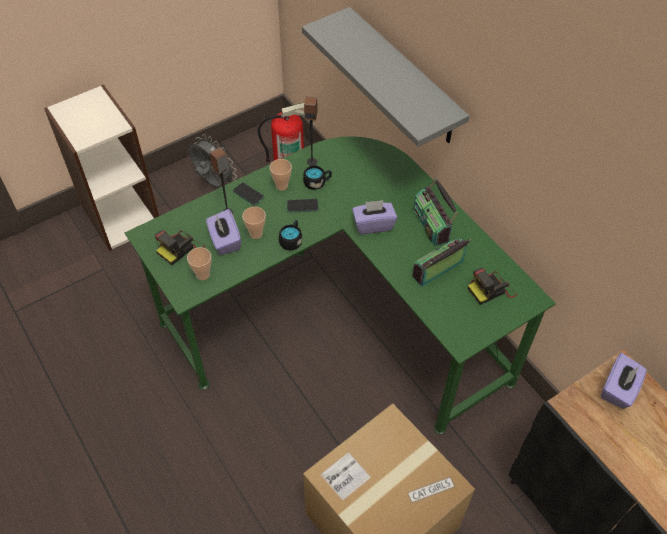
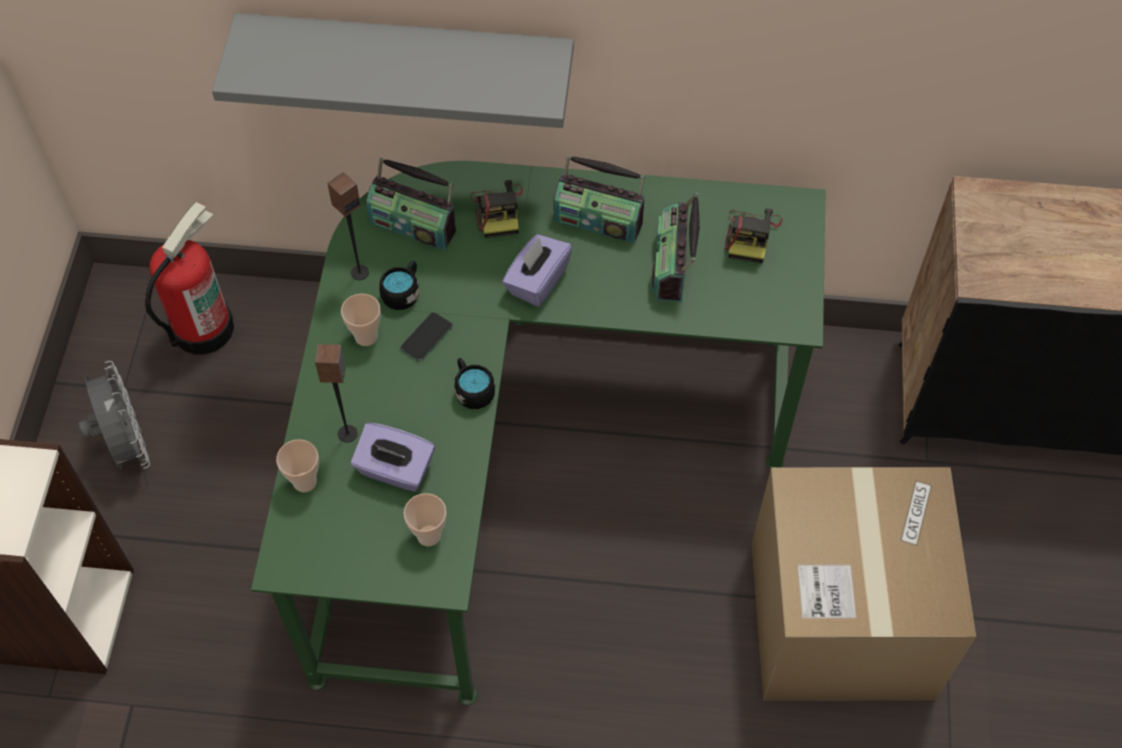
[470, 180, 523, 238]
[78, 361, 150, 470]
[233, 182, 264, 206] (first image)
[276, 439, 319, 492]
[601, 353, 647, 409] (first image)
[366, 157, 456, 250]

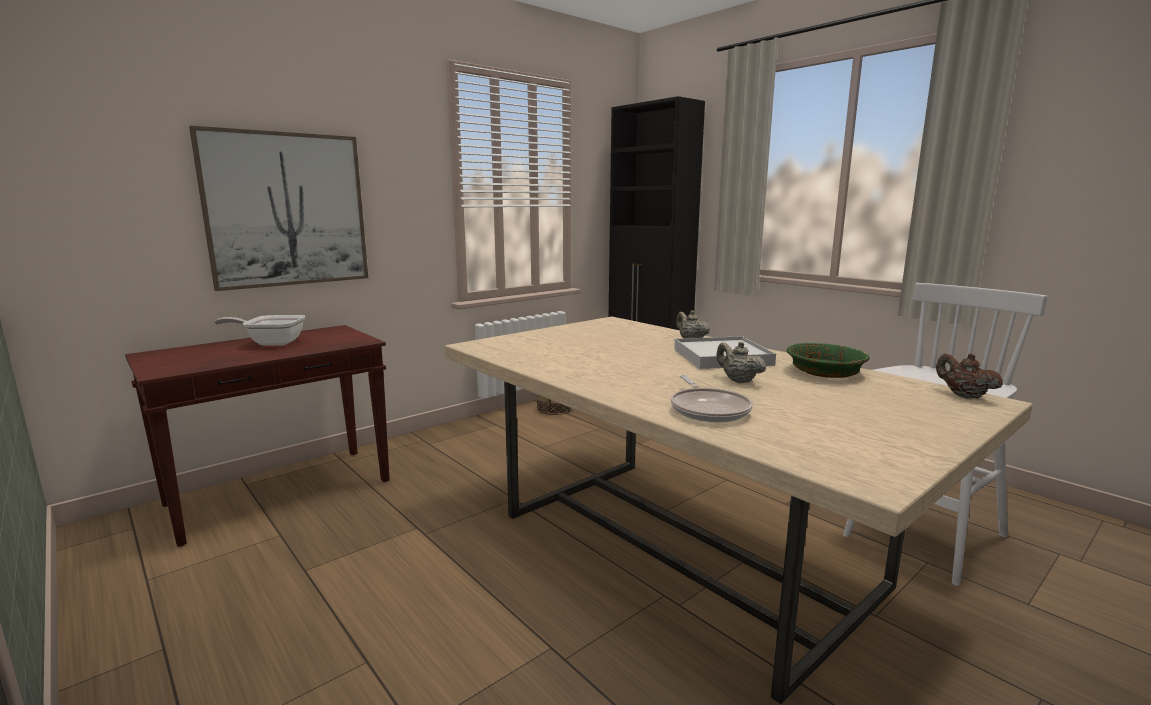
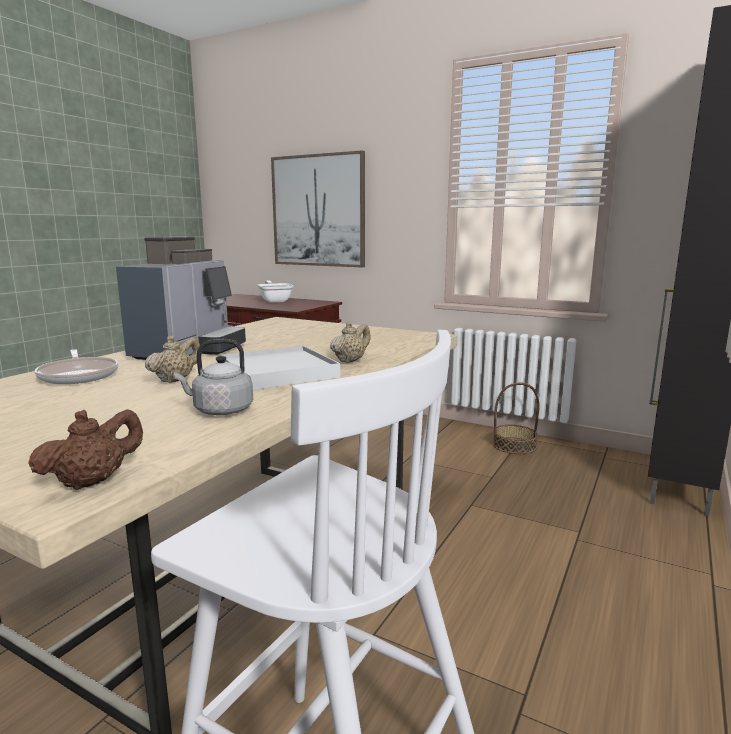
[34, 349, 118, 384]
[174, 339, 253, 415]
[116, 237, 246, 360]

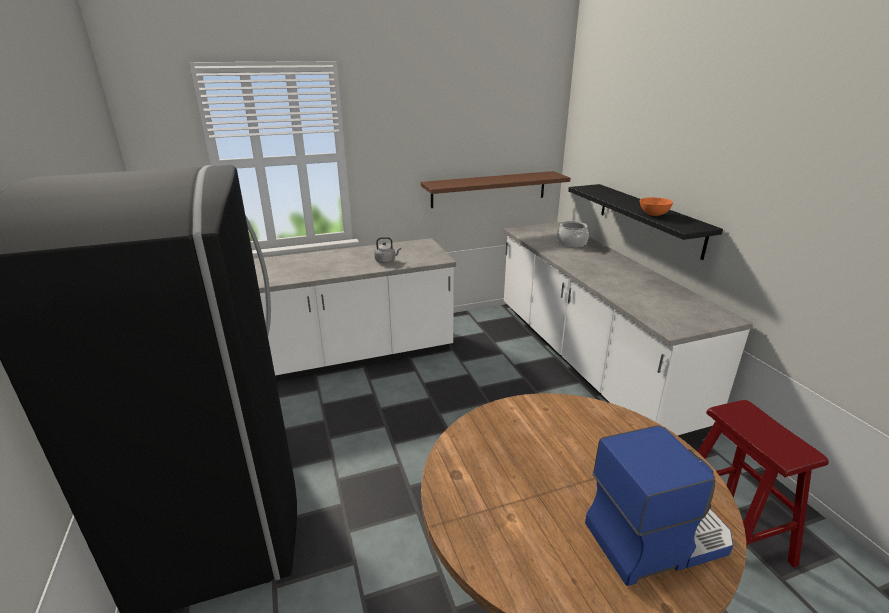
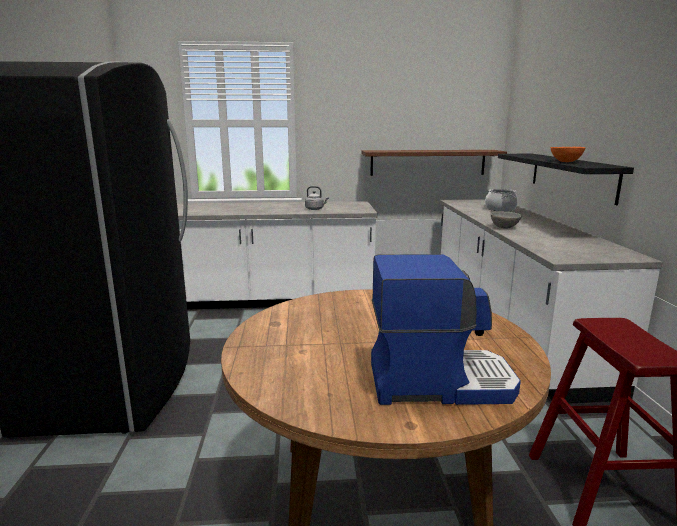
[490, 211, 522, 229]

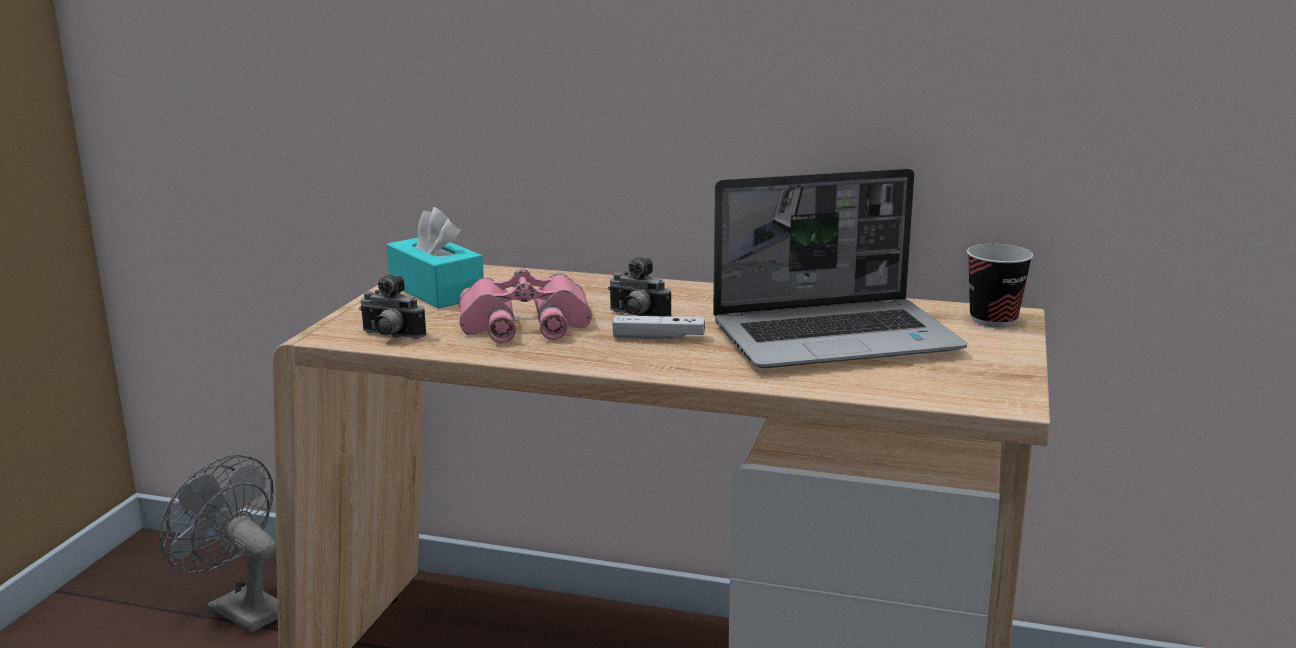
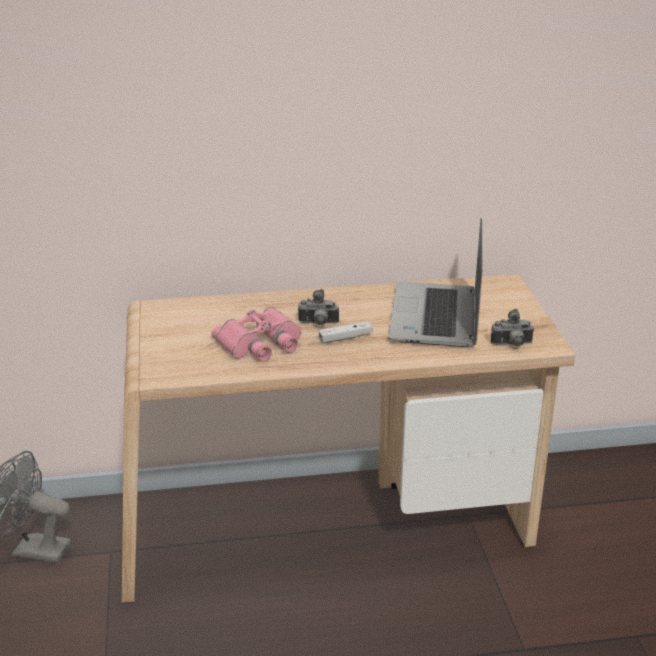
[491, 309, 534, 346]
[387, 207, 484, 308] (first image)
[389, 218, 483, 347]
[967, 244, 1033, 327] (first image)

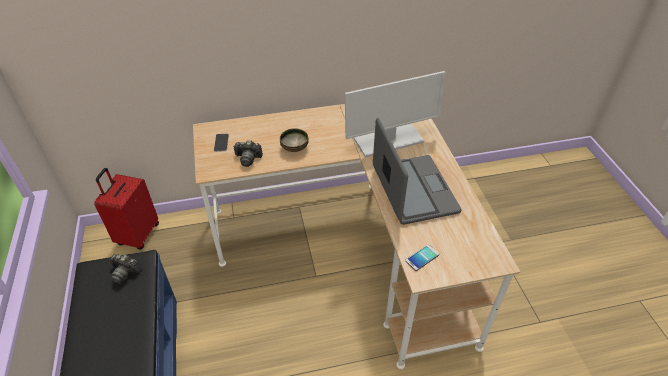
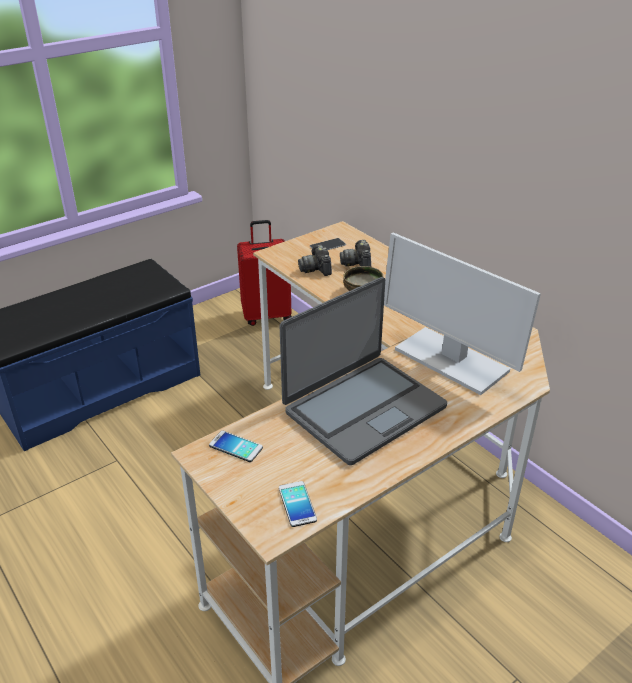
[340, 240, 371, 267]
[279, 481, 317, 527]

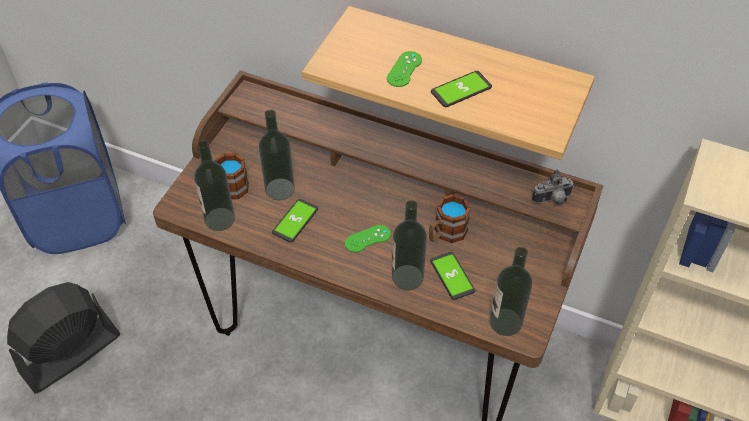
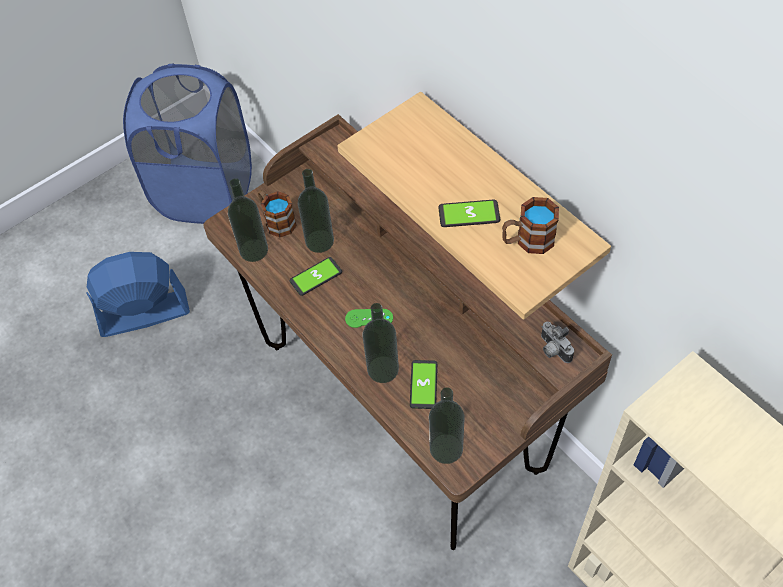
[86, 252, 190, 337]
[387, 51, 422, 87] (first image)
[502, 197, 559, 254]
[541, 322, 574, 363]

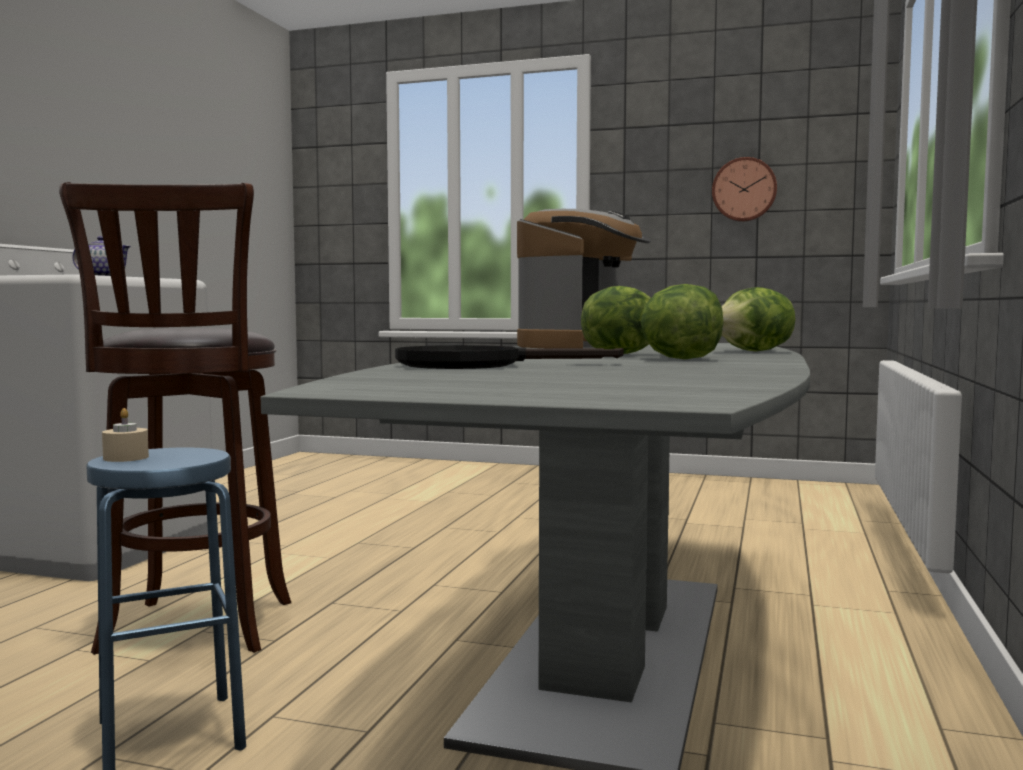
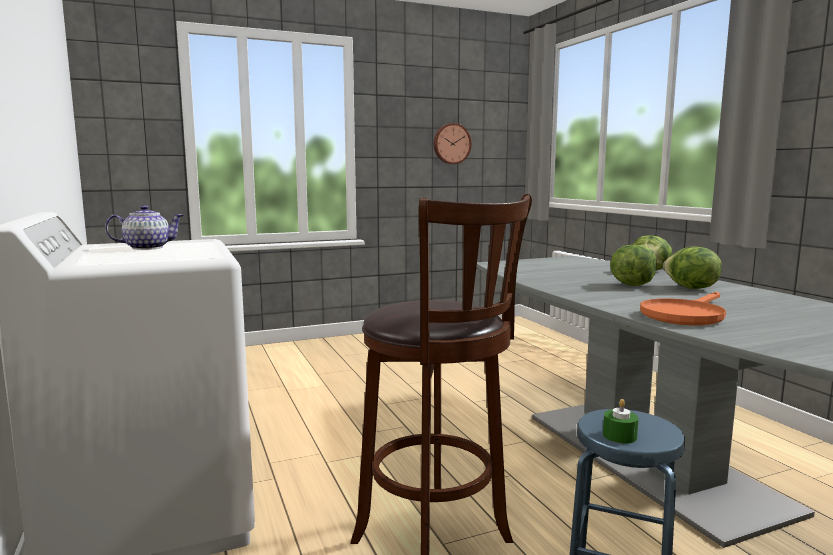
[603, 399, 639, 444]
[640, 292, 726, 325]
[517, 209, 651, 348] (first image)

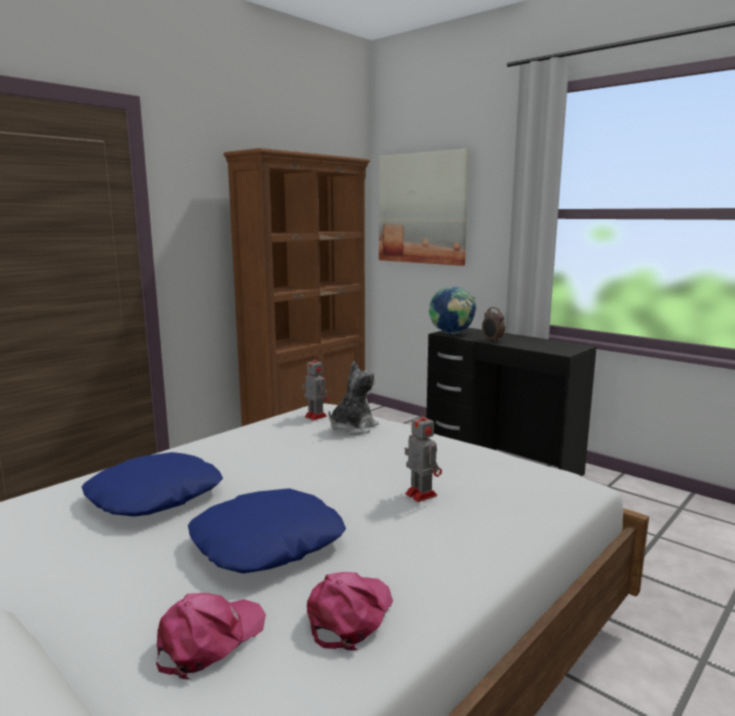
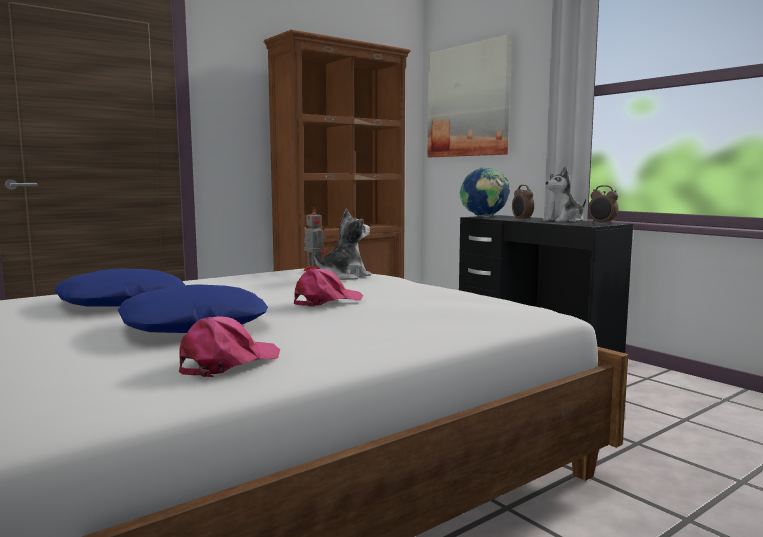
[294, 268, 363, 307]
[405, 409, 442, 502] (first image)
[543, 167, 586, 222]
[588, 185, 618, 225]

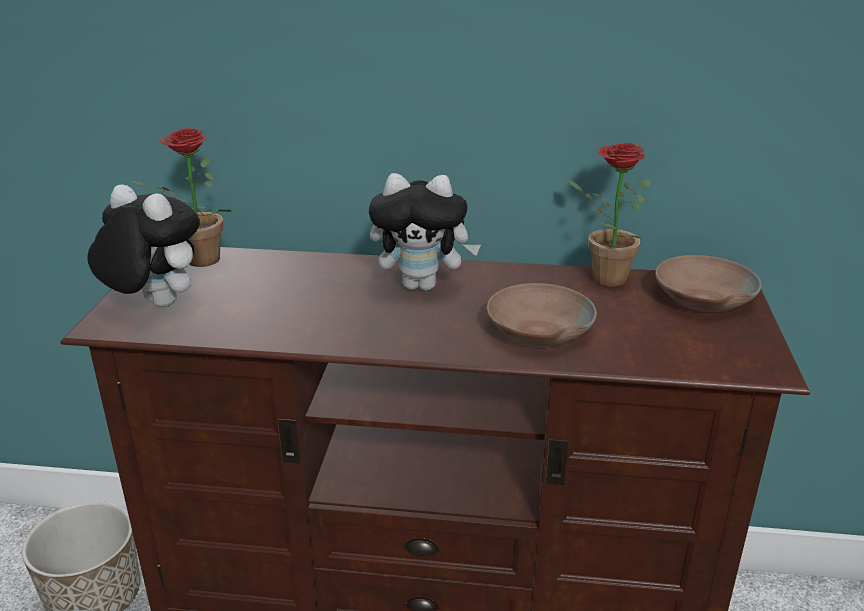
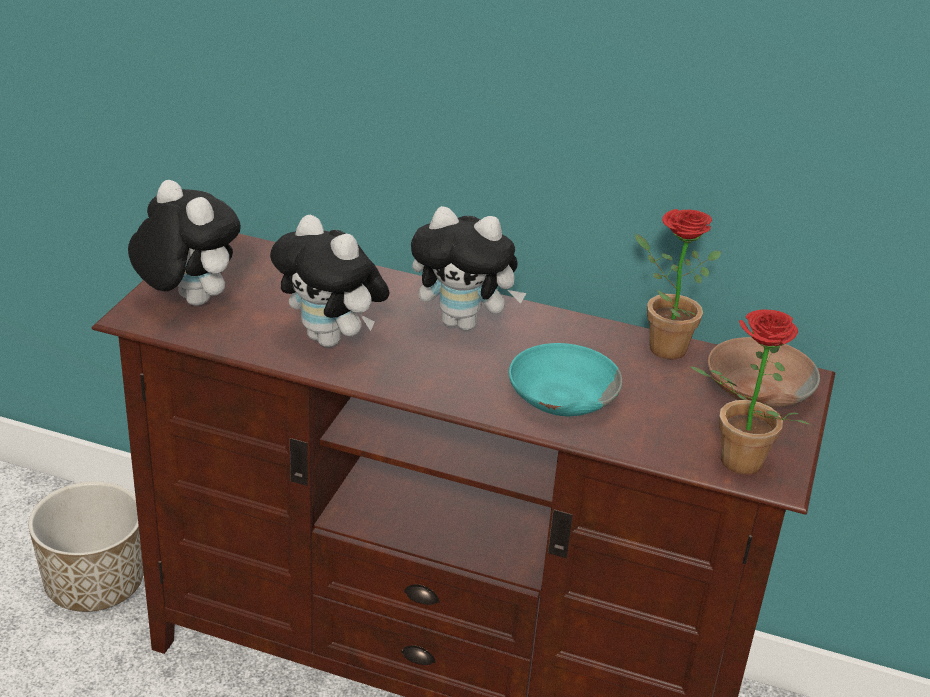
[690, 309, 813, 475]
[509, 343, 623, 416]
[270, 215, 389, 347]

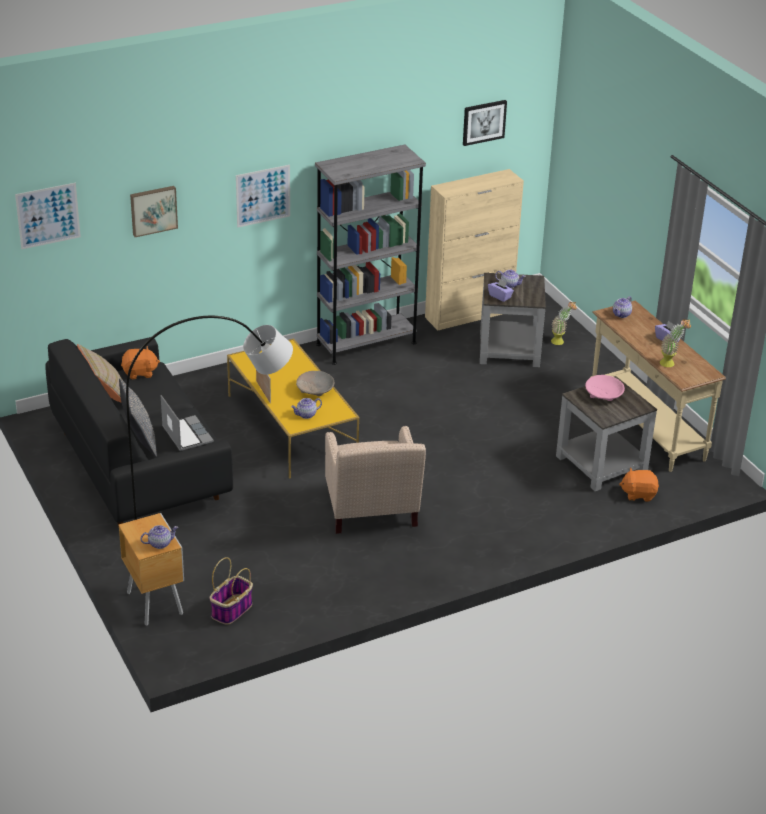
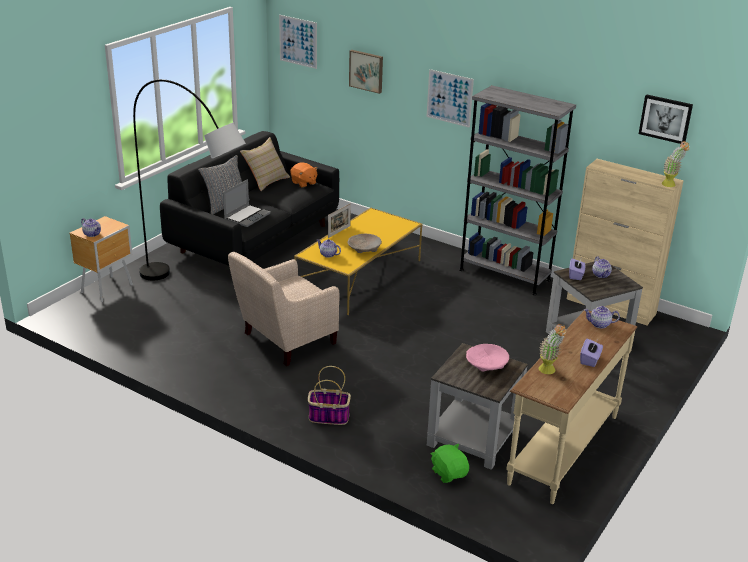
[308, 366, 351, 425]
[662, 141, 689, 187]
[431, 444, 469, 483]

